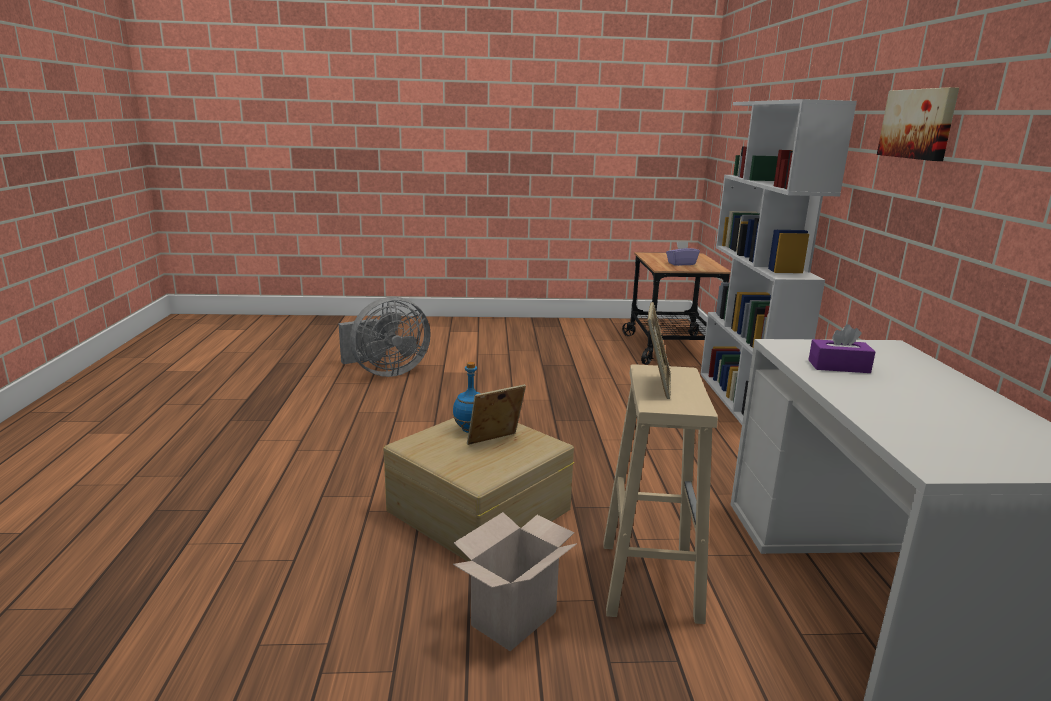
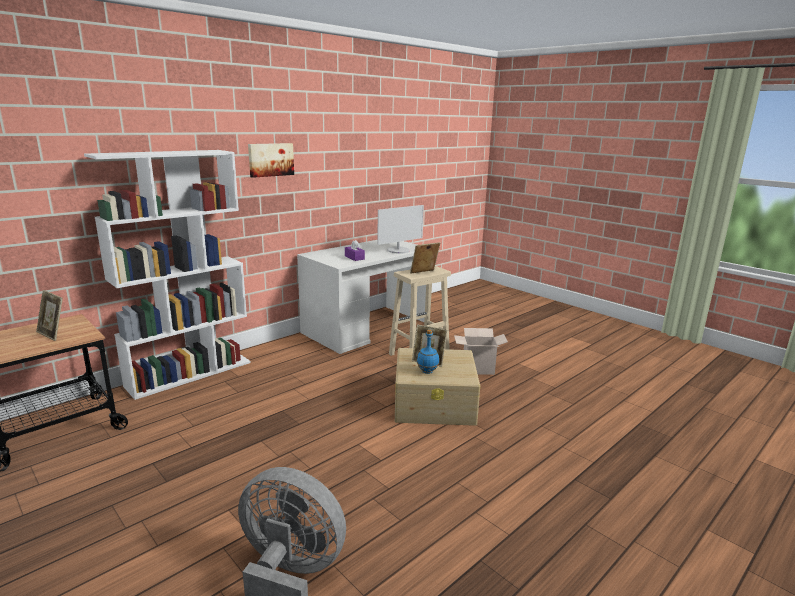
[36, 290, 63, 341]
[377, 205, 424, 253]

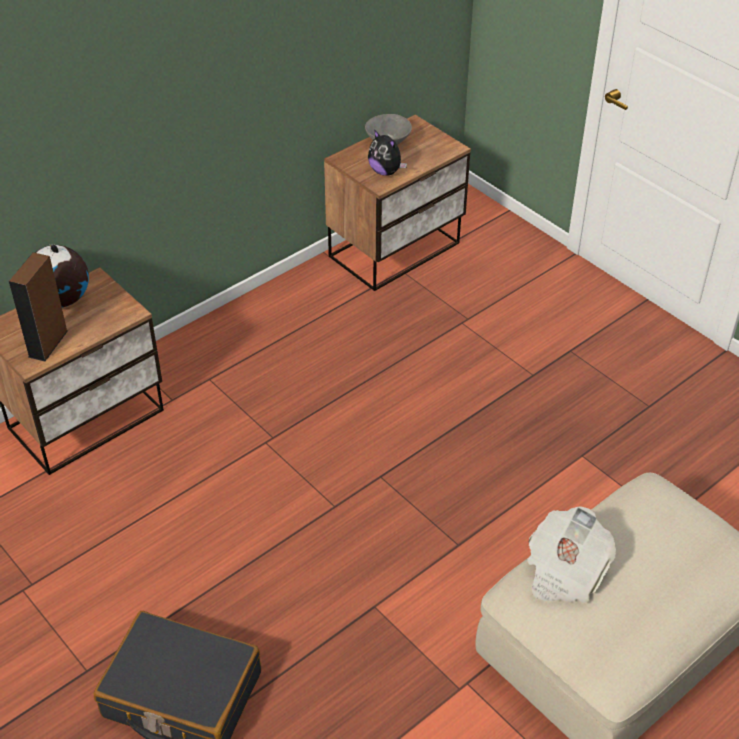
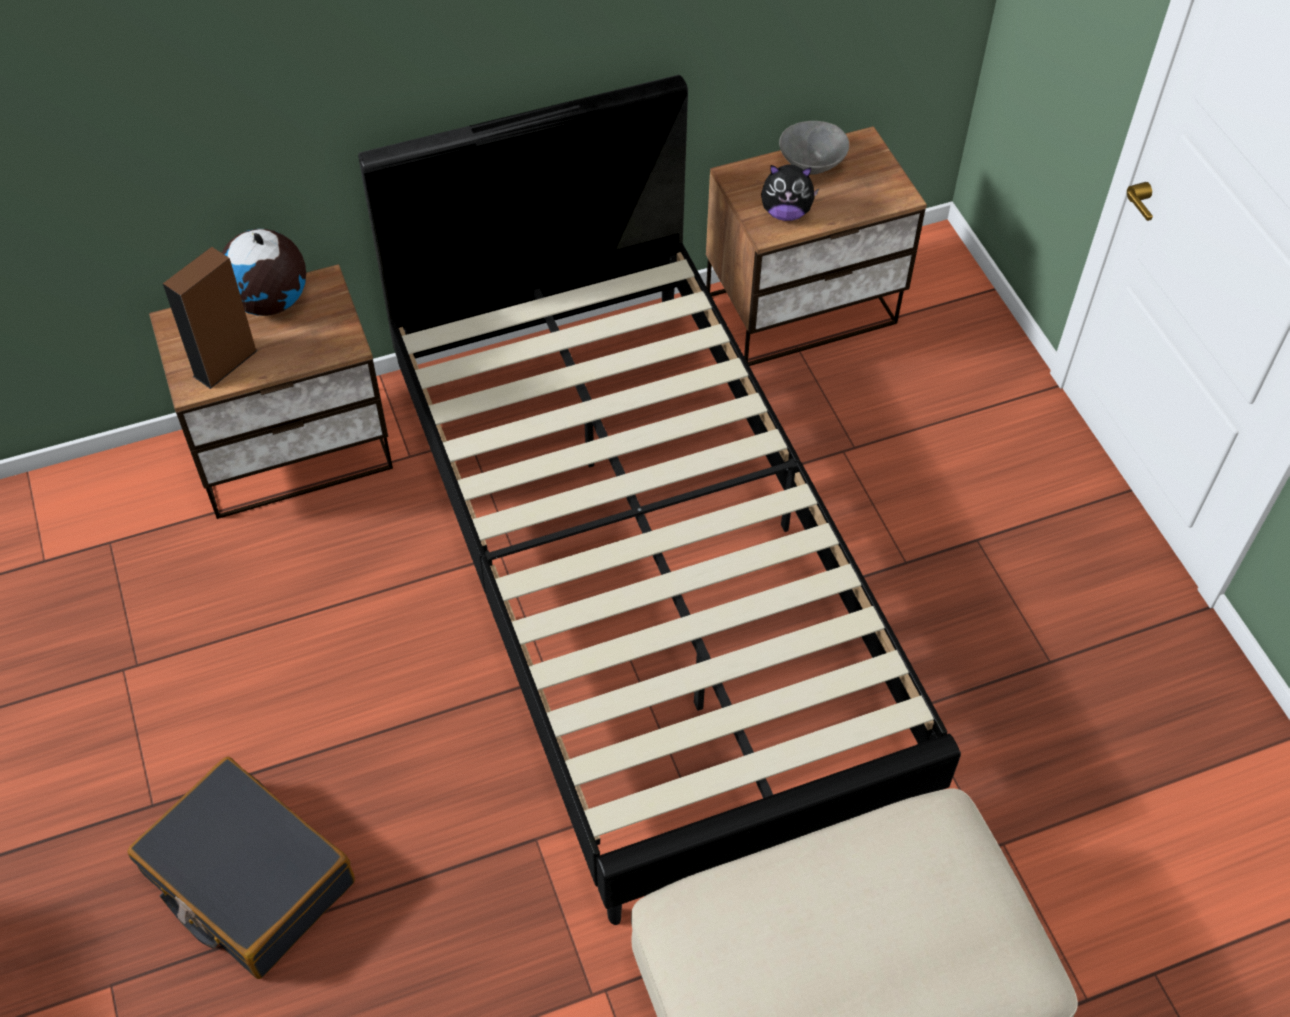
[761, 164, 819, 221]
[527, 506, 616, 603] (first image)
[358, 75, 961, 925]

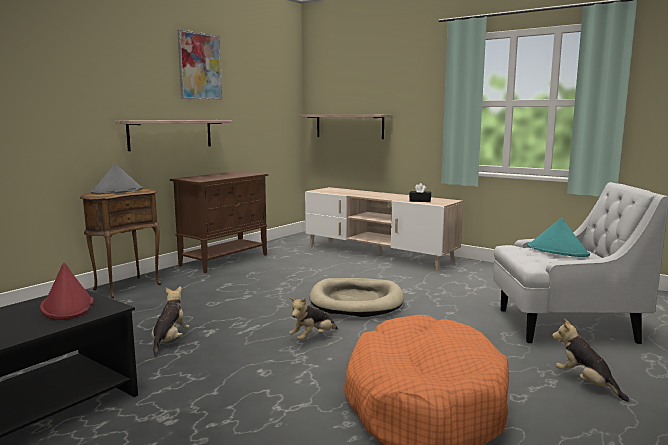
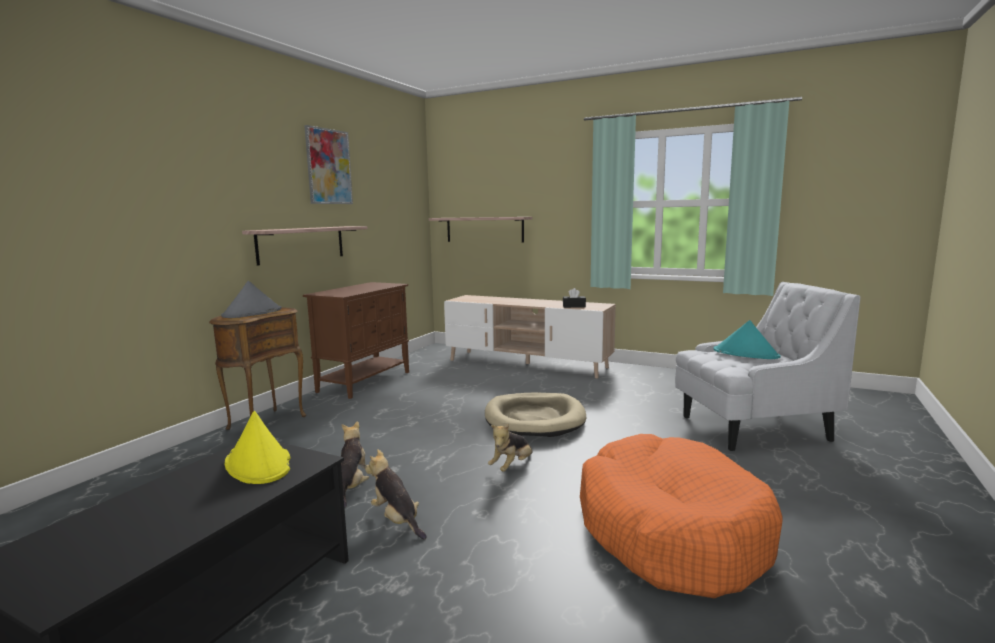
[225, 411, 290, 484]
[365, 449, 427, 539]

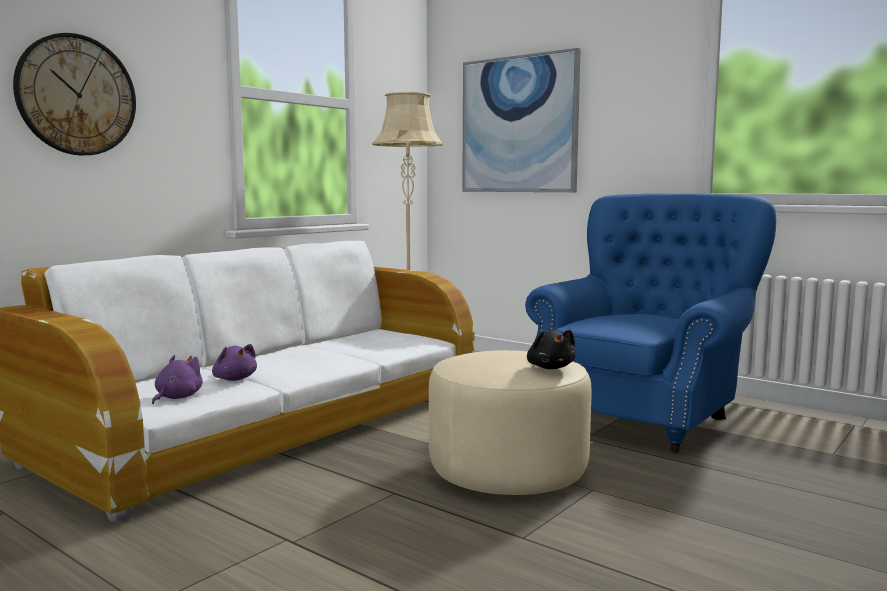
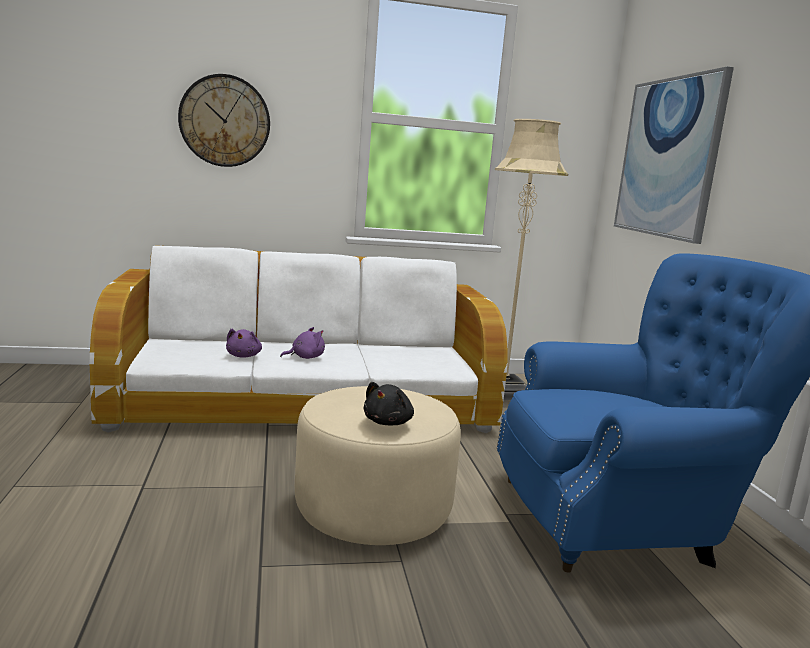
[280, 327, 325, 359]

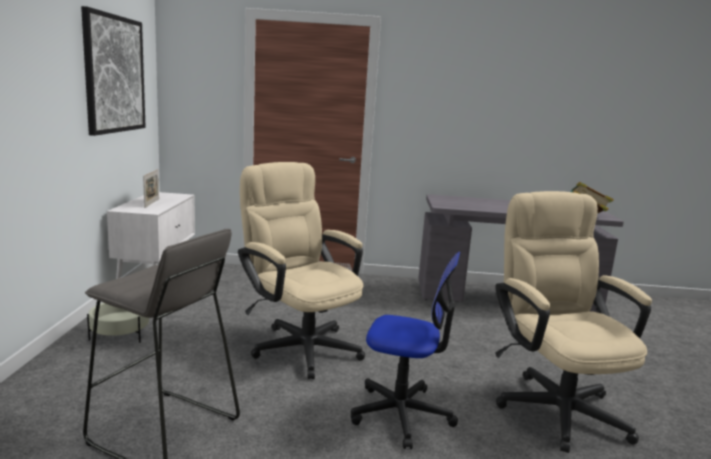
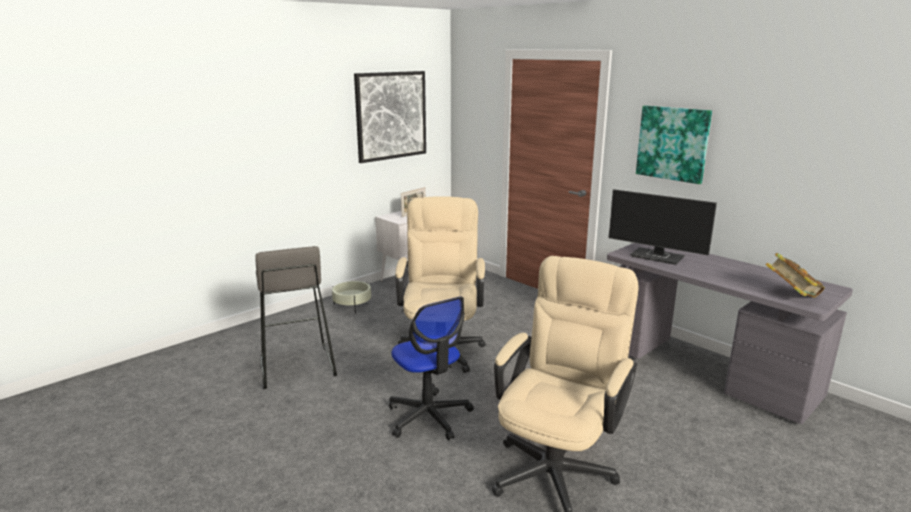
[608, 189, 717, 265]
[636, 105, 712, 184]

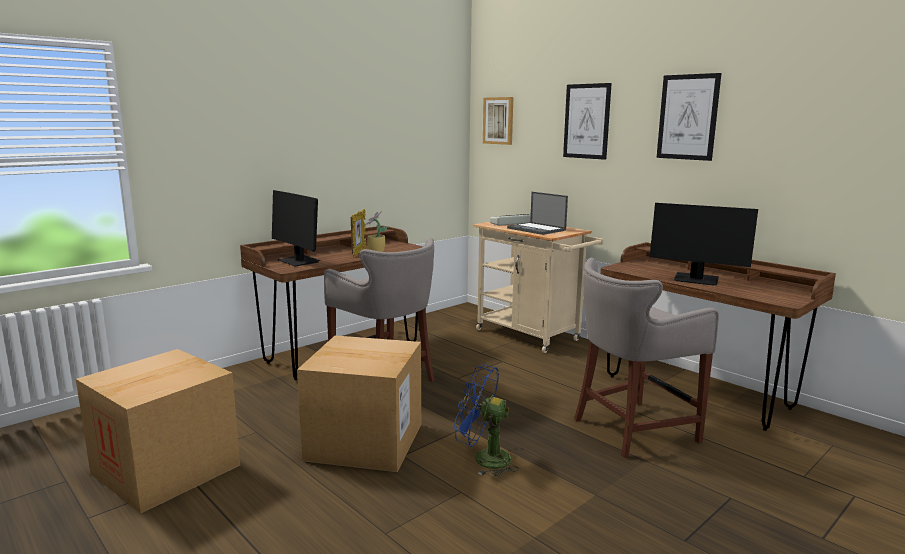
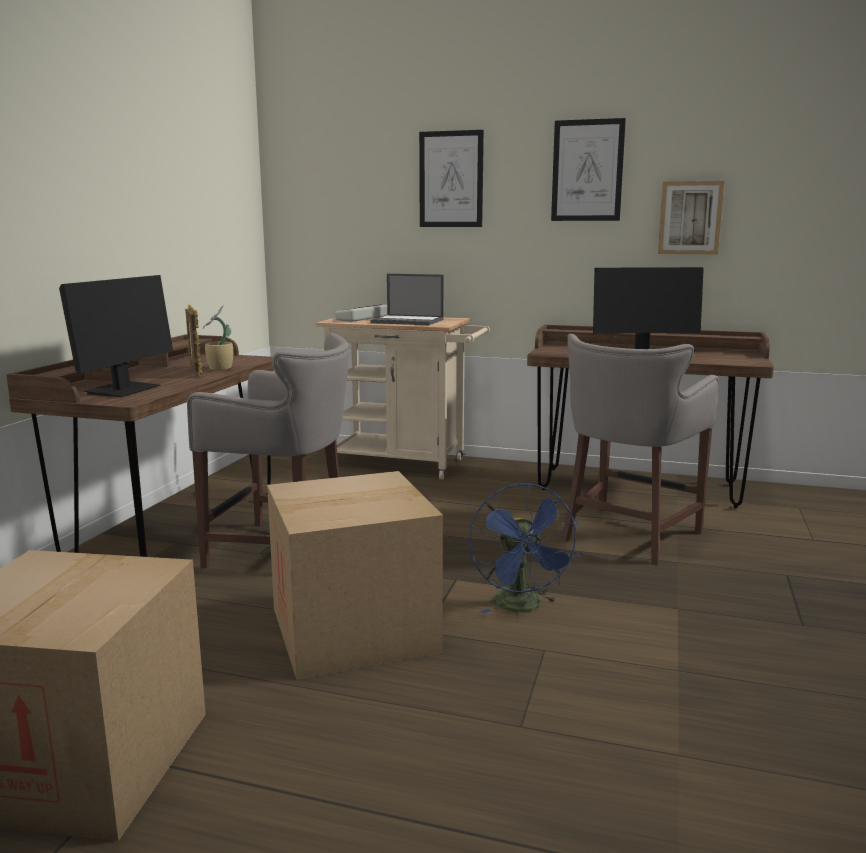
[59, 275, 173, 397]
[469, 483, 579, 614]
[658, 181, 724, 255]

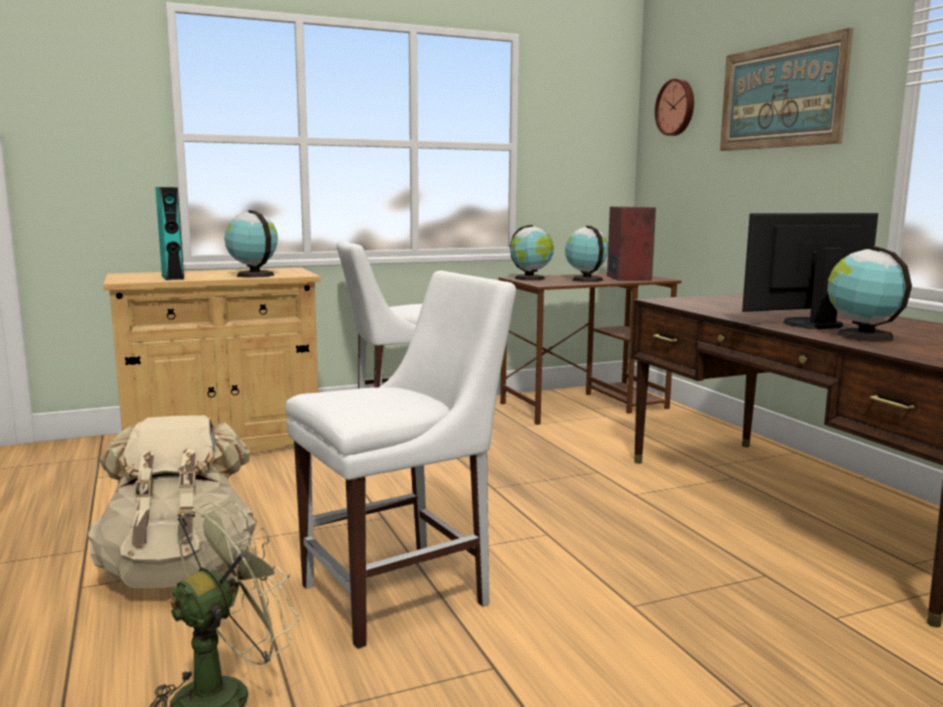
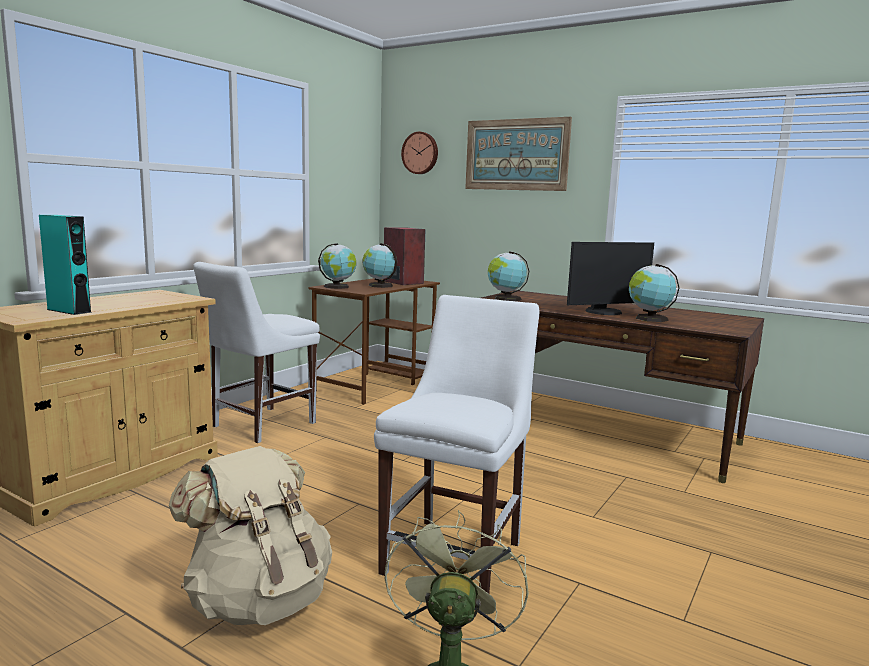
[488, 251, 529, 301]
[567, 242, 654, 315]

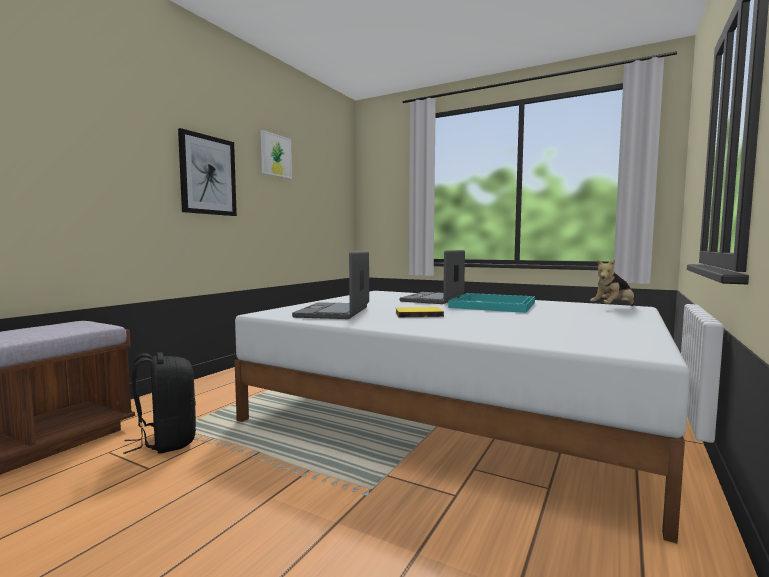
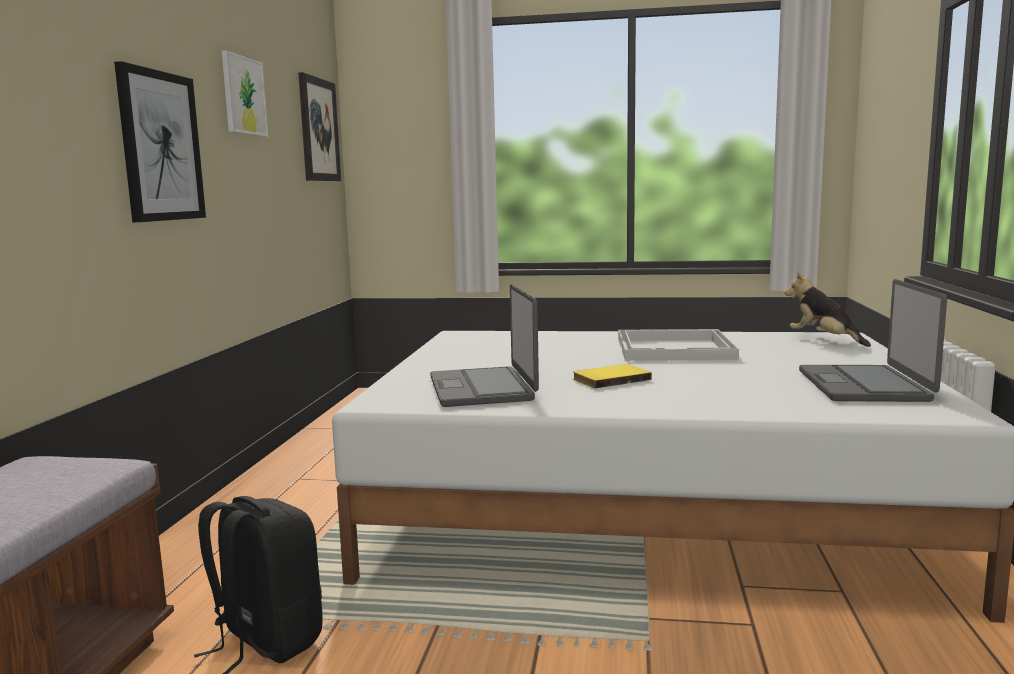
[799, 279, 947, 402]
[618, 329, 739, 361]
[785, 272, 871, 347]
[298, 72, 341, 181]

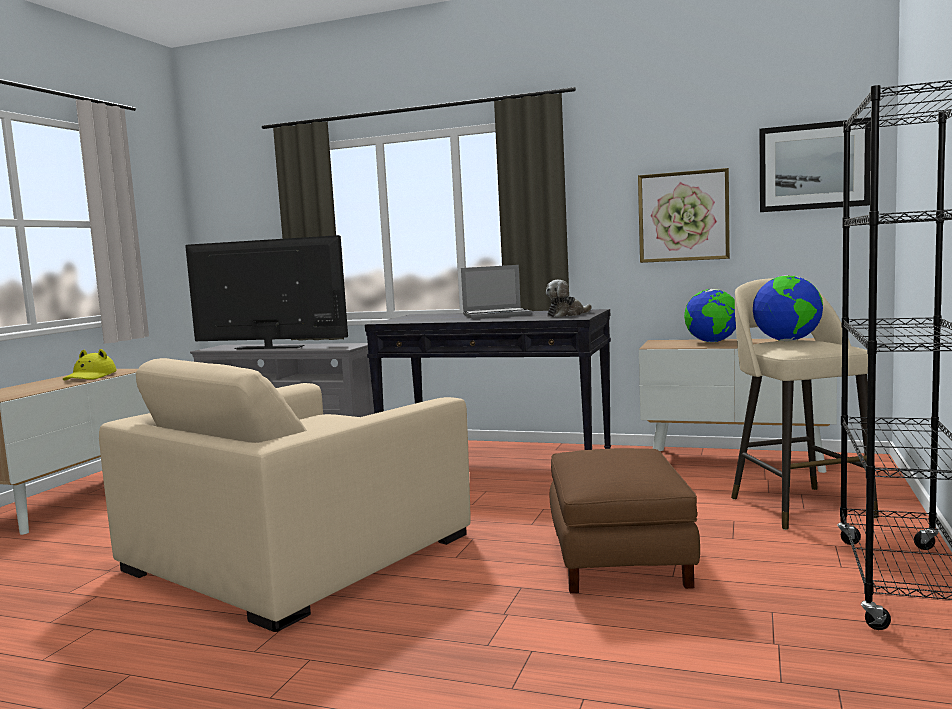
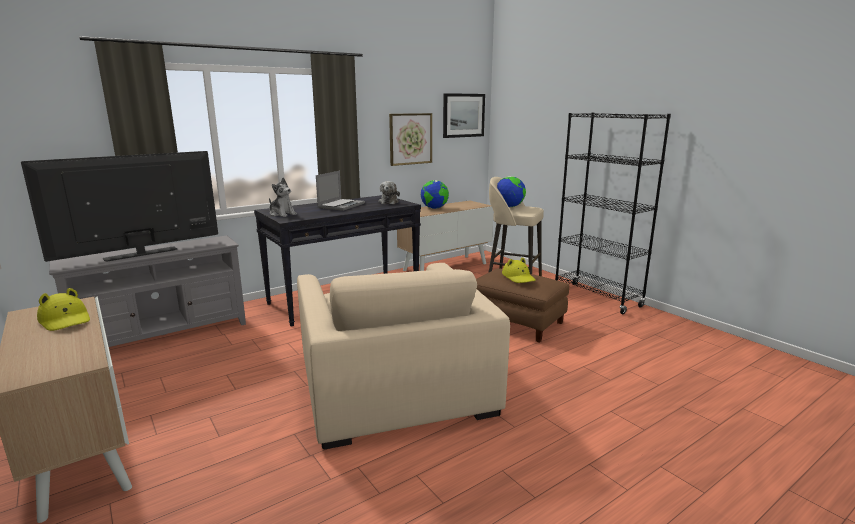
[269, 178, 297, 217]
[502, 257, 536, 283]

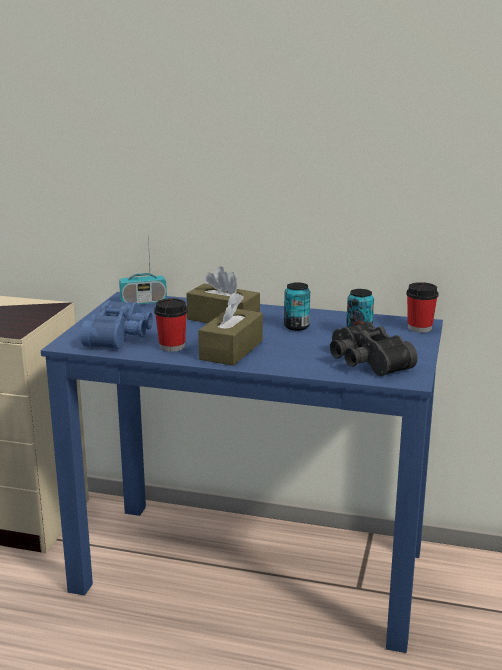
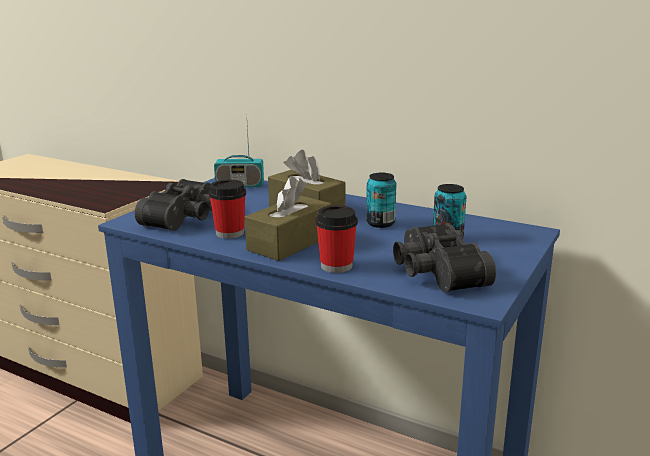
[135, 179, 212, 231]
[316, 206, 358, 273]

